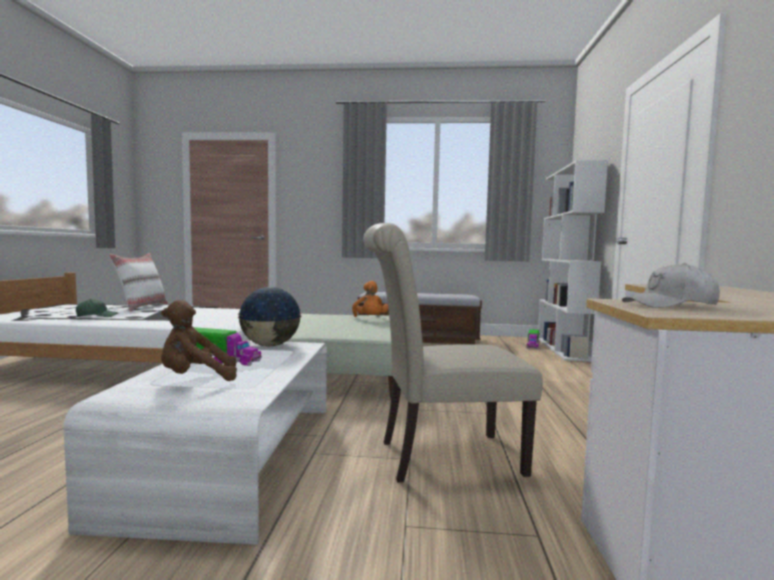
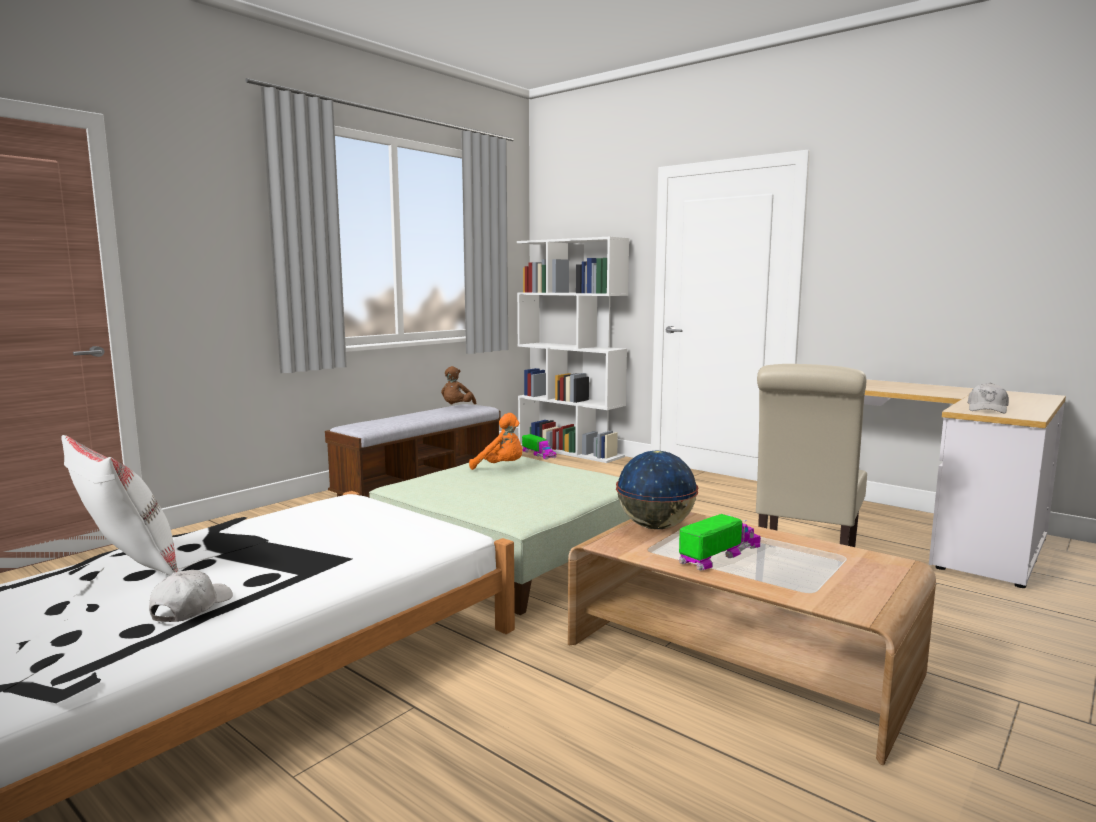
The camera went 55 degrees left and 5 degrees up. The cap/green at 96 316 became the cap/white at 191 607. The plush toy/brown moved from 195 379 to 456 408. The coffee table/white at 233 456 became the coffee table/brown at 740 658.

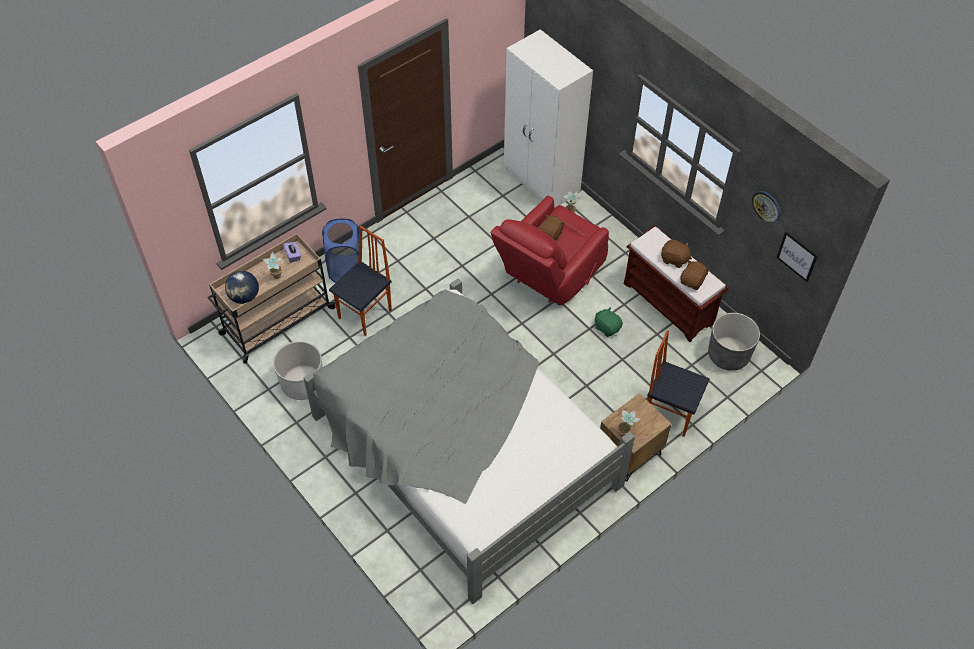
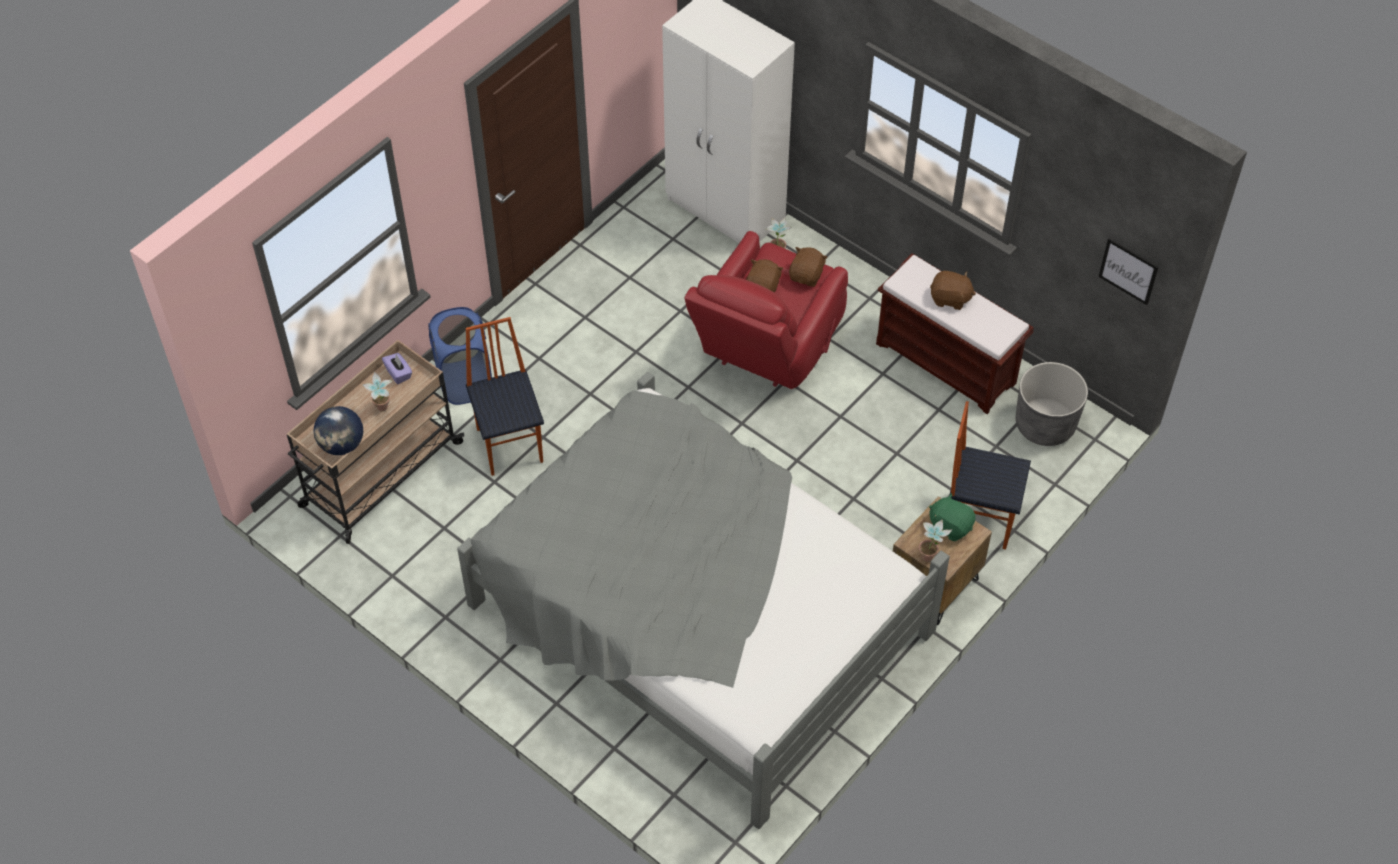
The camera went 10 degrees left and 0 degrees up. The wall clock at 766 206 disappeared. The chair at 366 314 turned 45 degrees counterclockwise. The plush toy/brown moved from 692 281 to 807 275. The plush toy/green moved from 607 327 to 950 526. The planter/white at 303 384 disappeared.

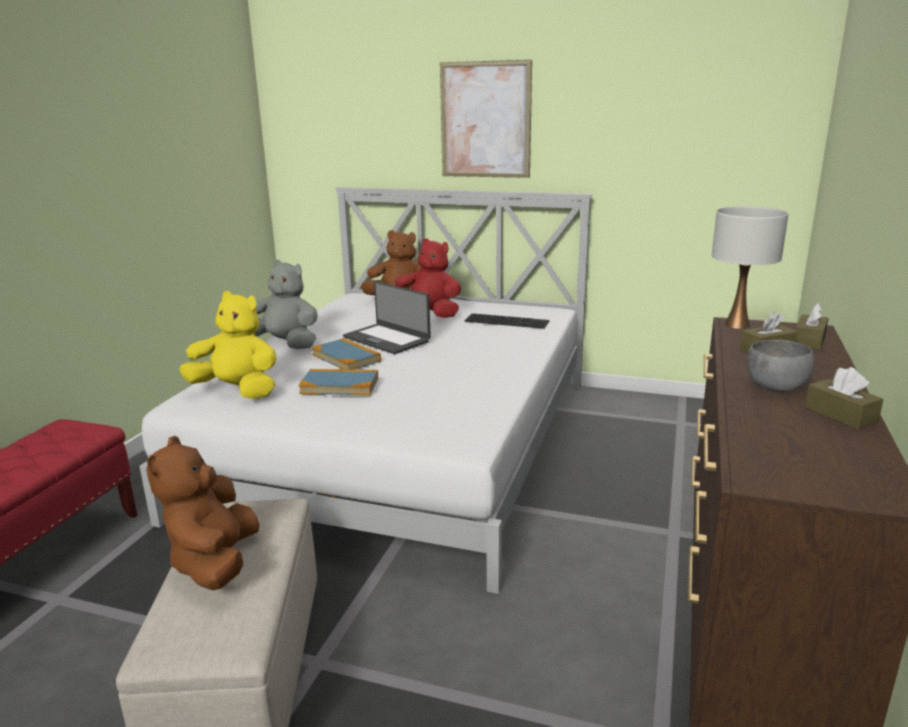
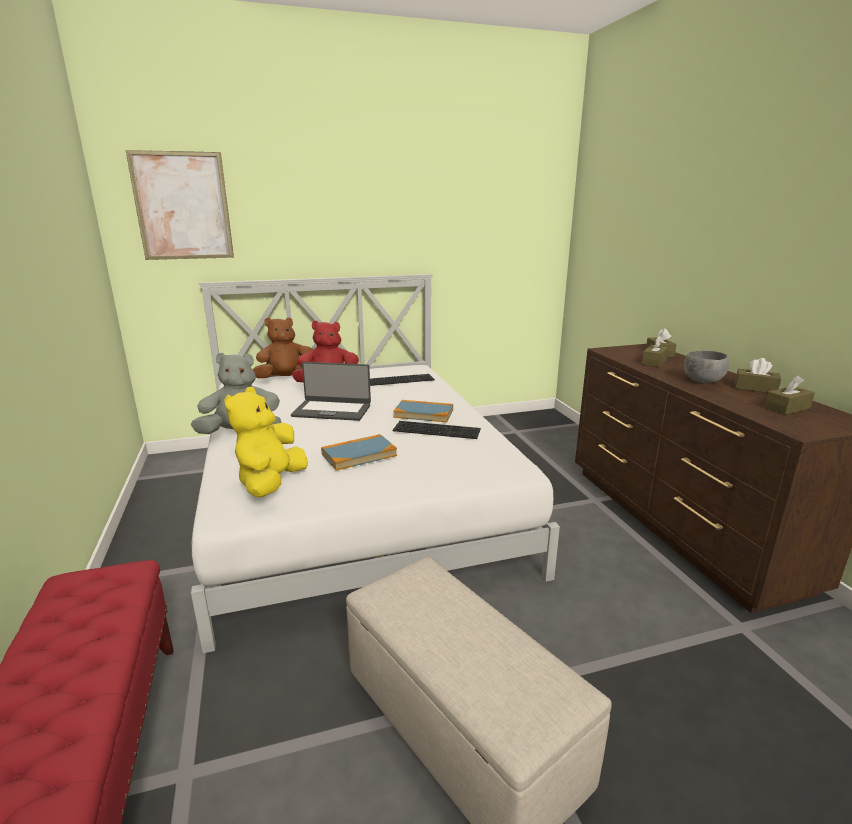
The camera went 35 degrees left and 0 degrees up. The picture moved from 485 120 to 182 206. The table lamp/white at 736 324 disappeared. The plush toy/yellow at 237 391 turned 60 degrees counterclockwise. The book moved from 346 358 to 423 413. The plush toy/brown at 215 563 disappeared. The tissue box/brown at 787 408 appeared. The keyboard at 438 429 appeared.

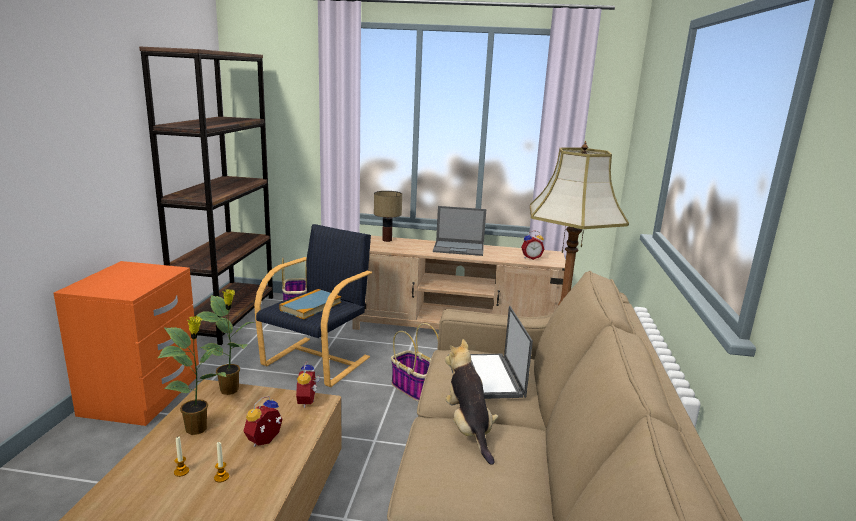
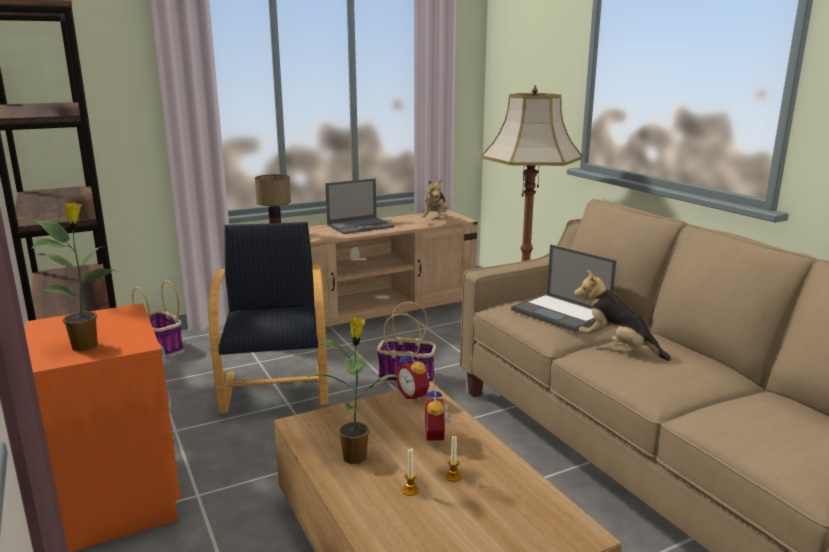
The camera went 35 degrees left and 0 degrees up. The alarm clock at 531 257 was replaced by the plush toy at 435 220. The potted plant moved from 230 390 to 86 345. The book at 311 306 disappeared.

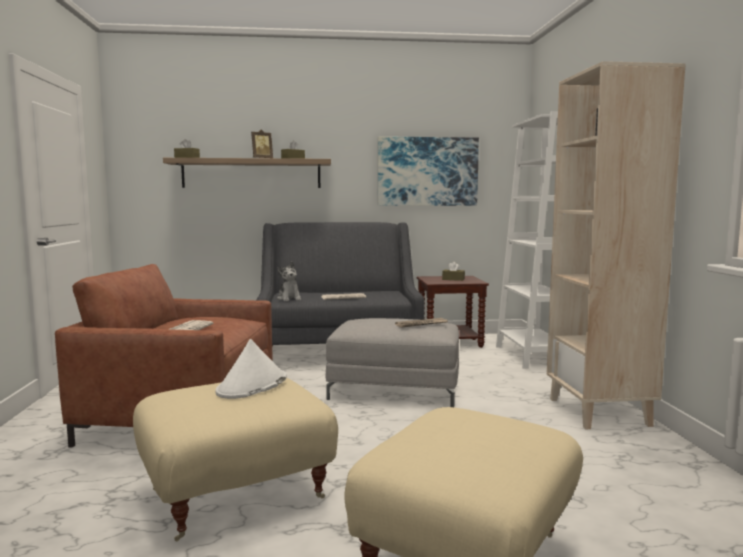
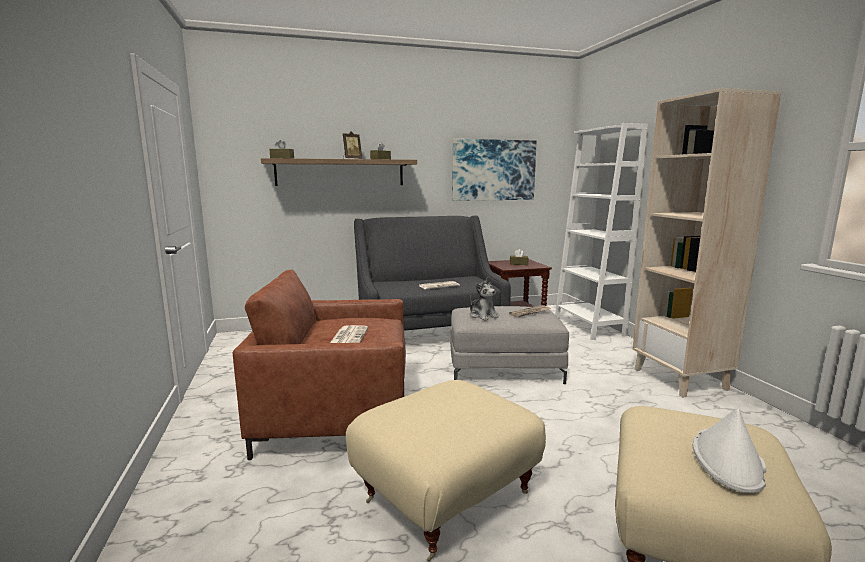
The camera went 10 degrees left and 5 degrees up. The plush toy moved from 289 299 to 482 315. The hat/white moved from 252 385 to 728 460.

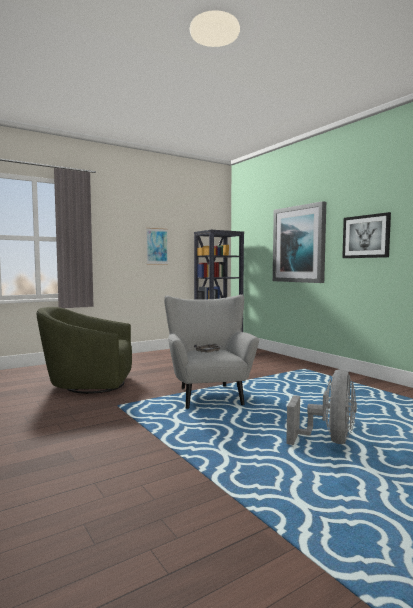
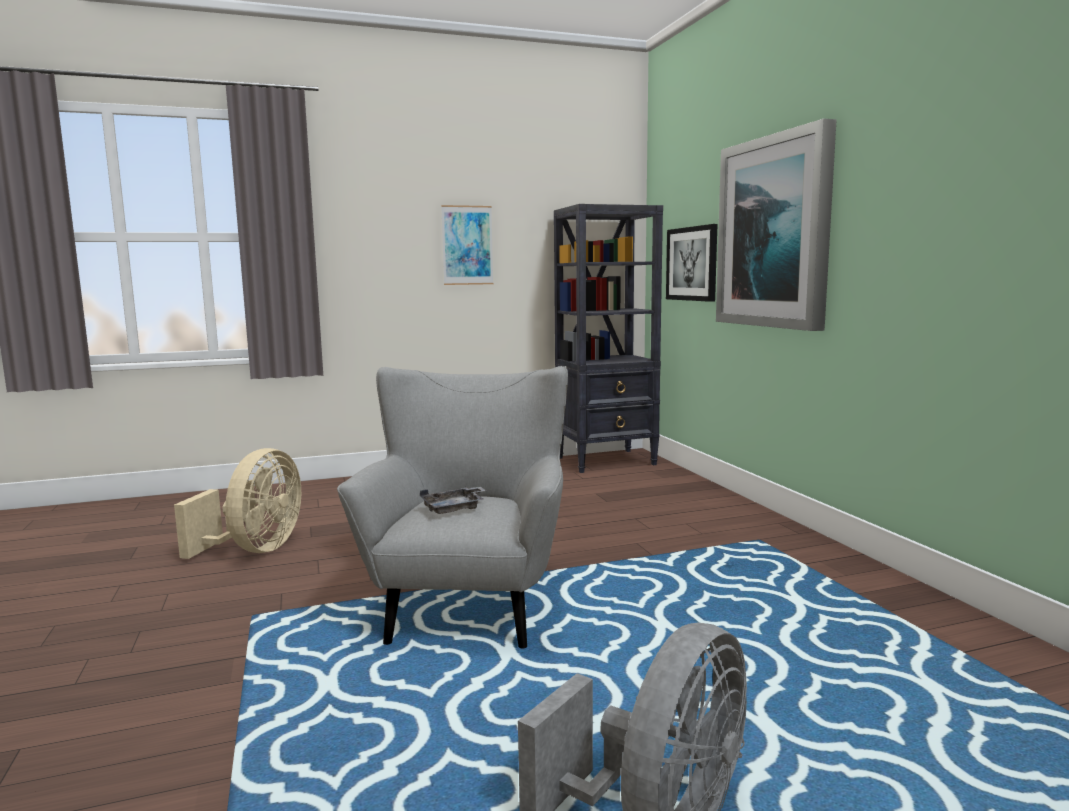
The camera went 15 degrees right and 5 degrees up. The picture moved from 366 236 to 692 264. The armchair/green at 88 385 was replaced by the fan/beige at 255 550.

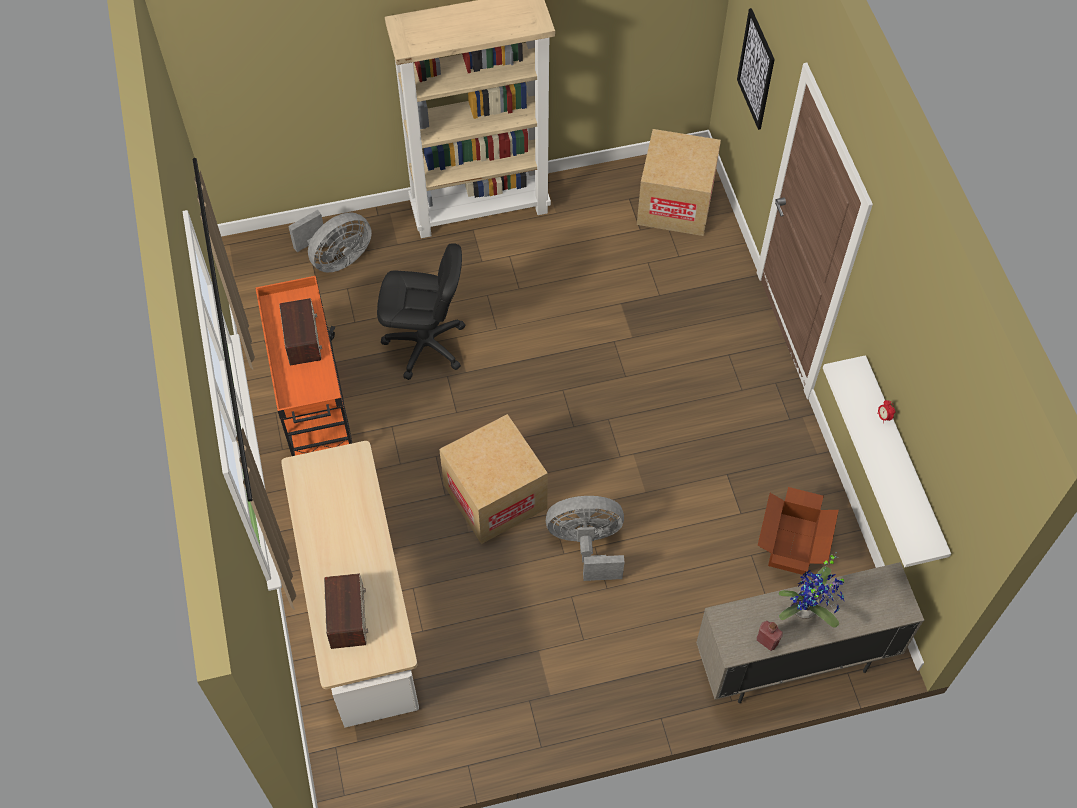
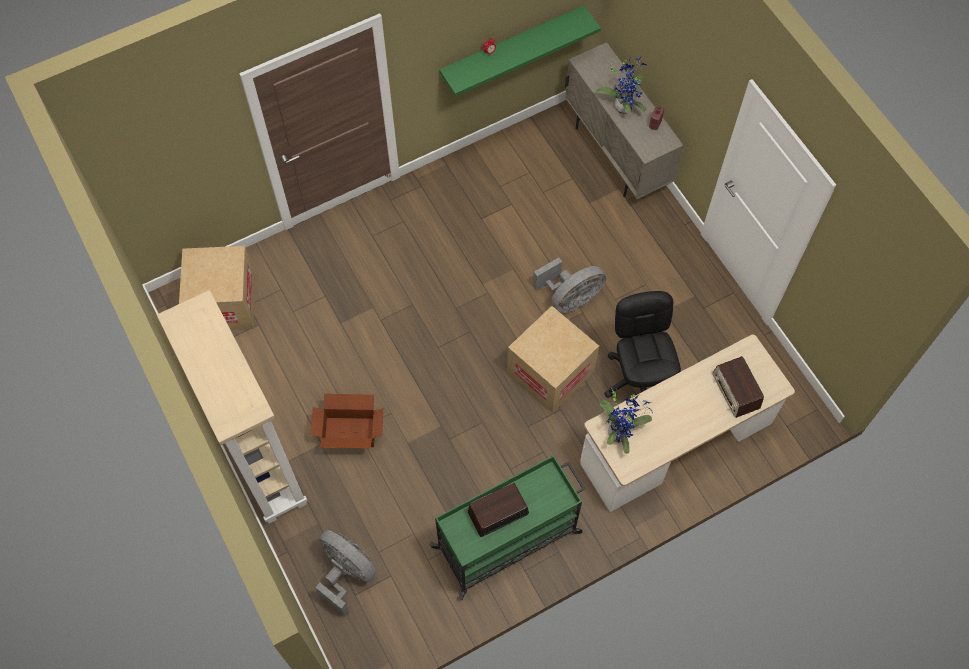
The camera went 105 degrees left and 5 degrees up. The picture at 756 69 disappeared. The office chair/black moved from 425 345 to 638 378. The cart/orange at 314 405 became the cart/green at 508 539. The shelf/white at 902 460 became the shelf/green at 512 46. The cardboard box moved from 793 543 to 349 431. The fan/grey at 587 545 turned 105 degrees counterclockwise. The radio at 347 615 turned 90 degrees counterclockwise. The potted plant at 620 432 appeared.

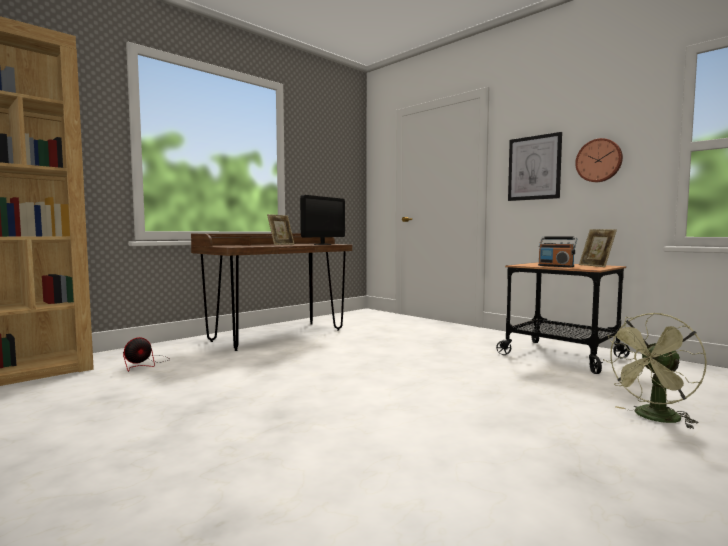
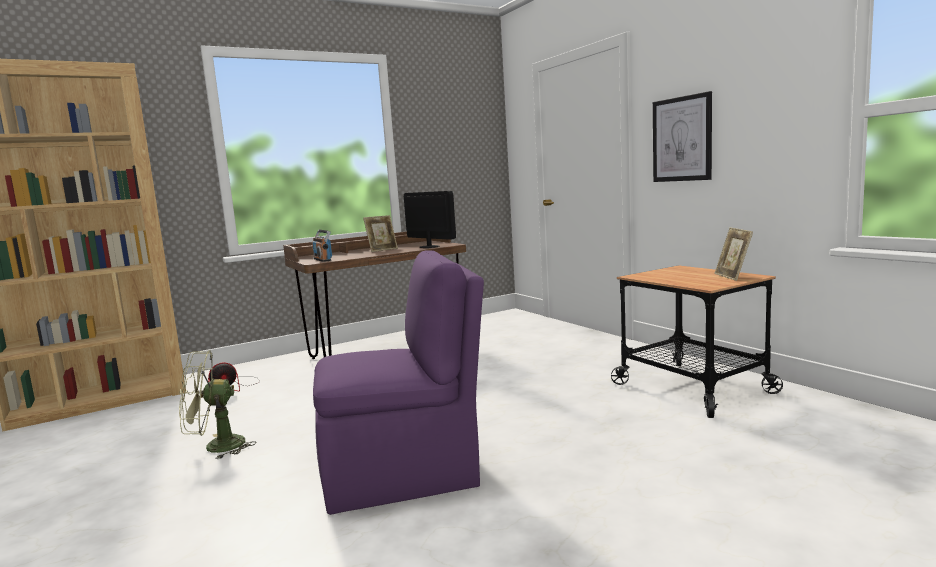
The camera went 15 degrees right and 5 degrees up. The wall clock at 599 160 disappeared. The monitor at 322 244 turned 90 degrees counterclockwise. The radio moved from 556 266 to 322 260. The fan/green moved from 654 418 to 216 447. The chair/purple at 404 473 appeared.

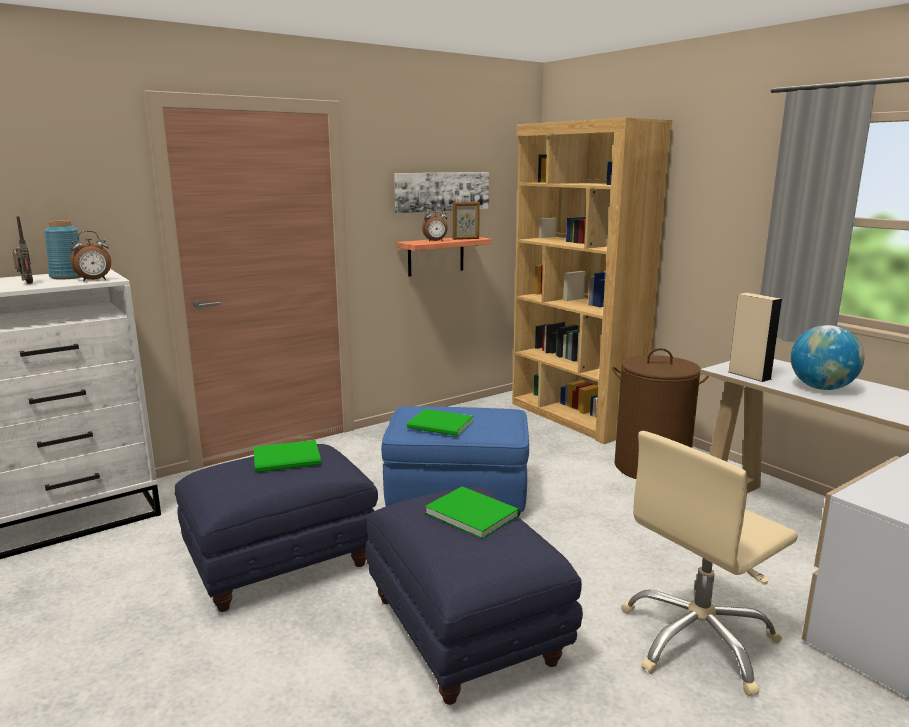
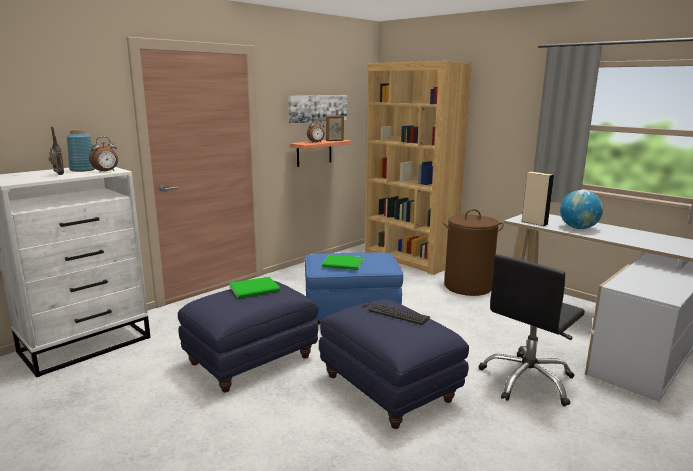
The camera went 10 degrees left and 0 degrees up. The office chair/beige at 698 640 became the office chair/black at 527 380. The book/green at 471 512 was replaced by the keyboard at 392 312.

